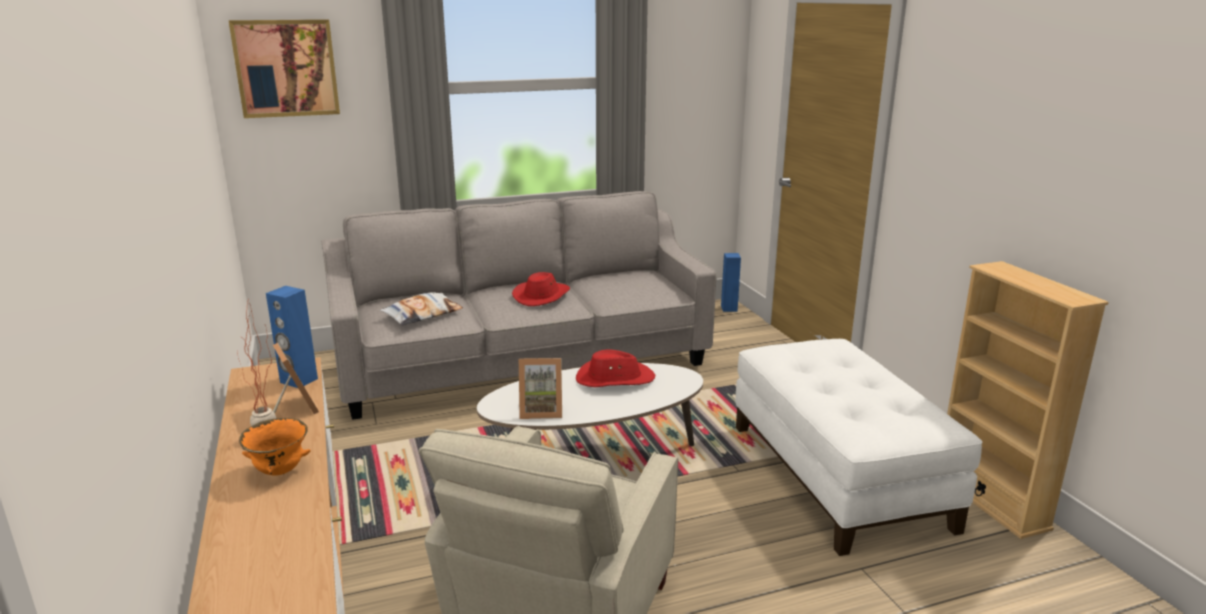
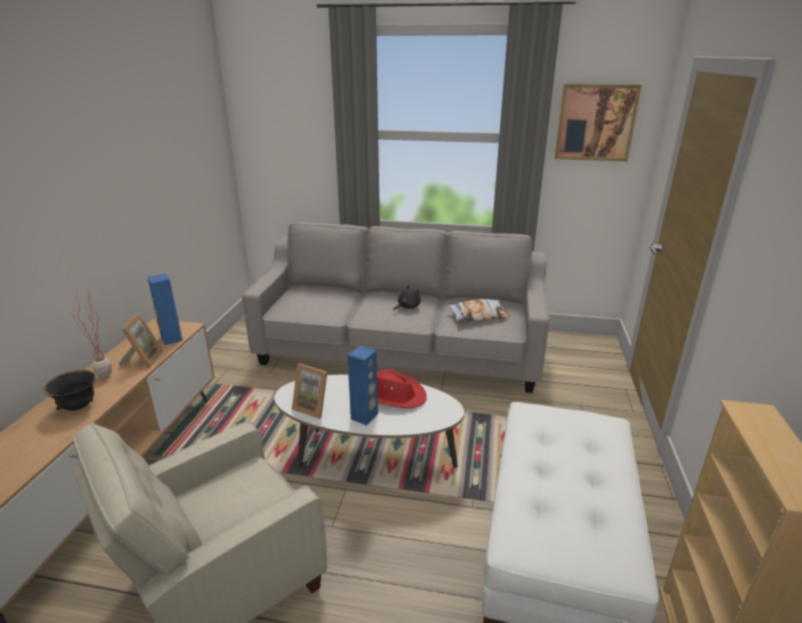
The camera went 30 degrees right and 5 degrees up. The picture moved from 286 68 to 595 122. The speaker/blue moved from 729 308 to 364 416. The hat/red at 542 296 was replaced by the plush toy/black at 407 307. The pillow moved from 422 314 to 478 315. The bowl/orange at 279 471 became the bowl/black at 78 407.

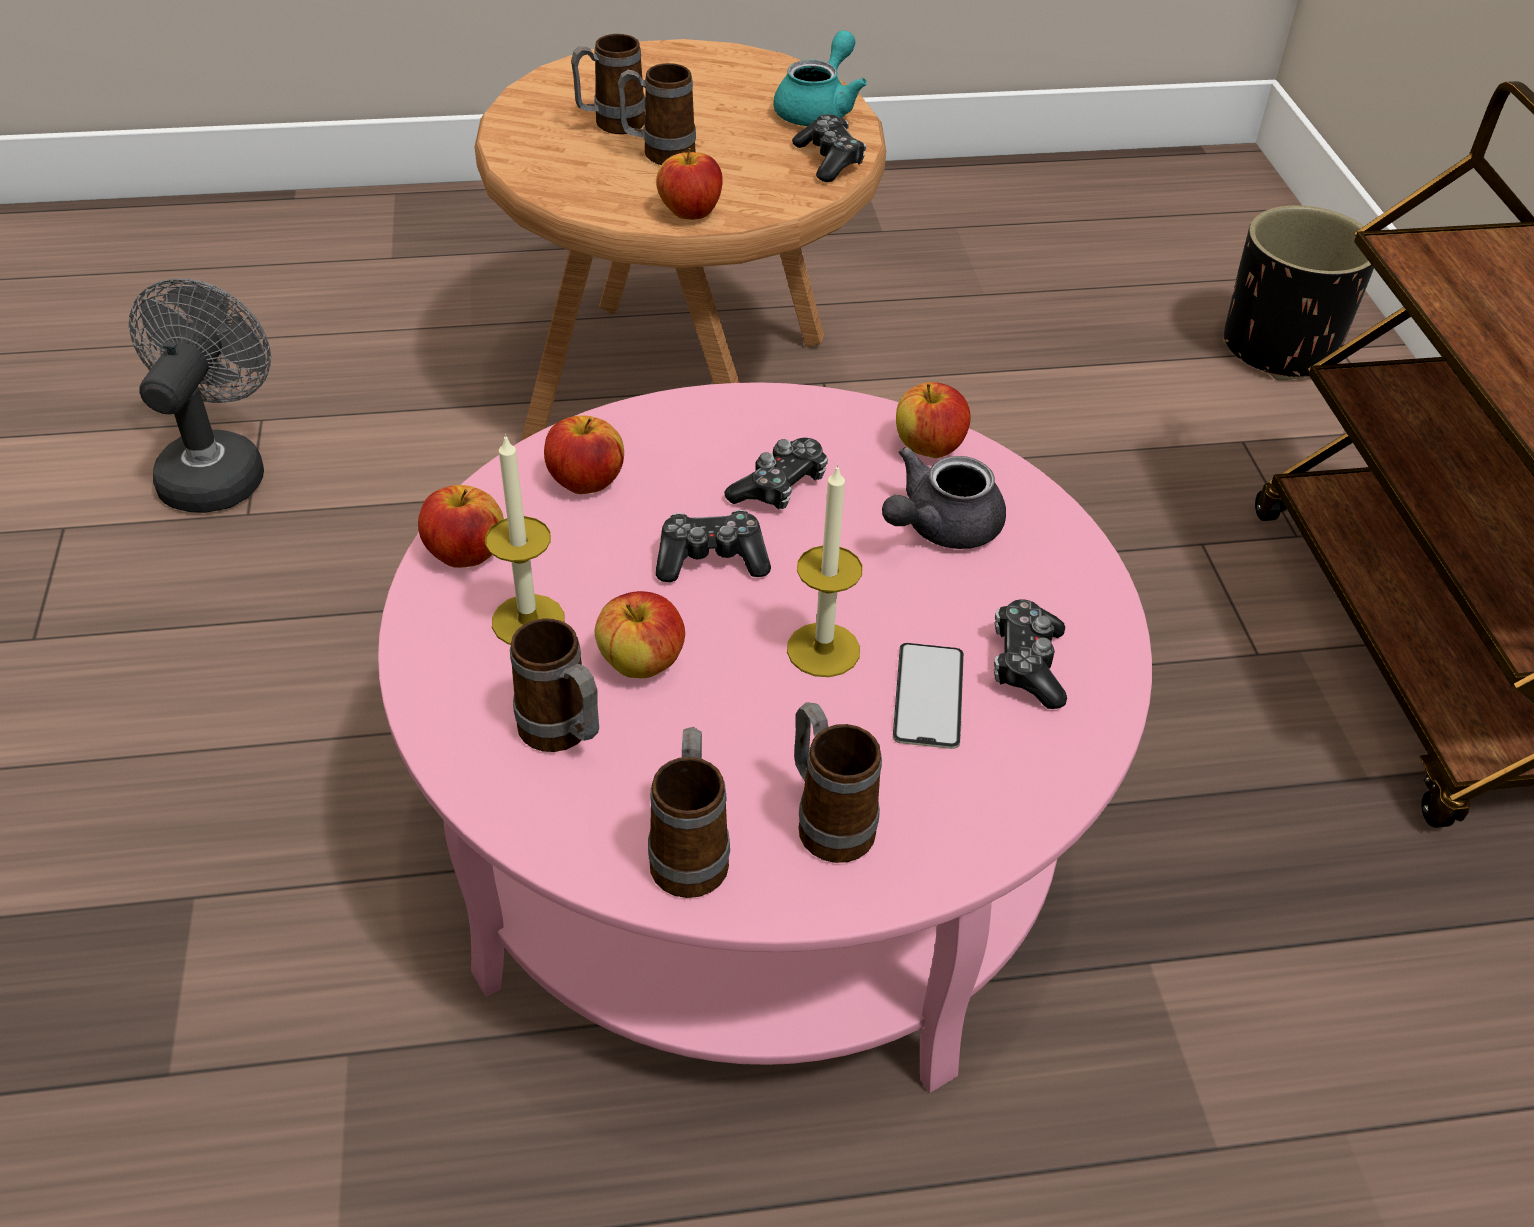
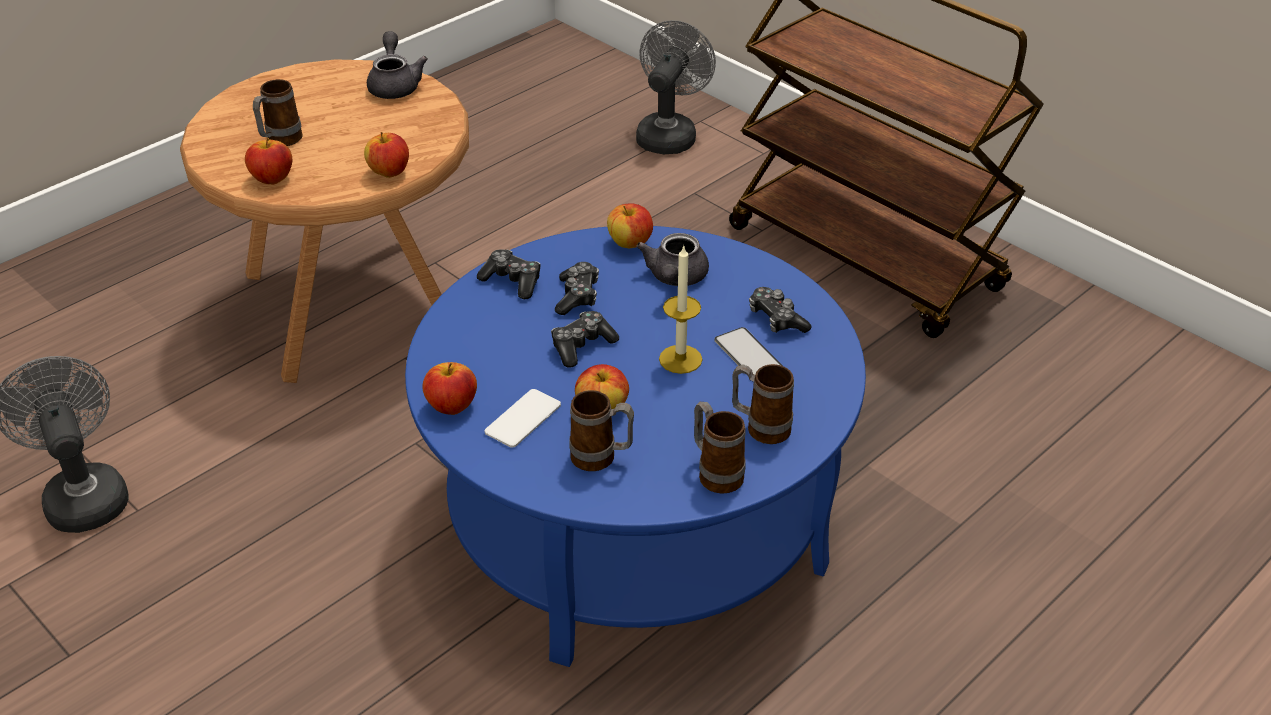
The camera went 35 degrees left and 5 degrees down. The teapot/turquoise at 819 109 became the teapot/grey at 395 85. The mug at 658 154 disappeared. The game controller moved from 829 160 to 512 281. The planter/black at 1278 348 was replaced by the fan/grey at 669 134. The coffee table/pink at 758 841 became the coffee table/blue at 635 515. The apple moved from 586 482 to 272 179. The candle at 528 620 was replaced by the phone at 523 419.

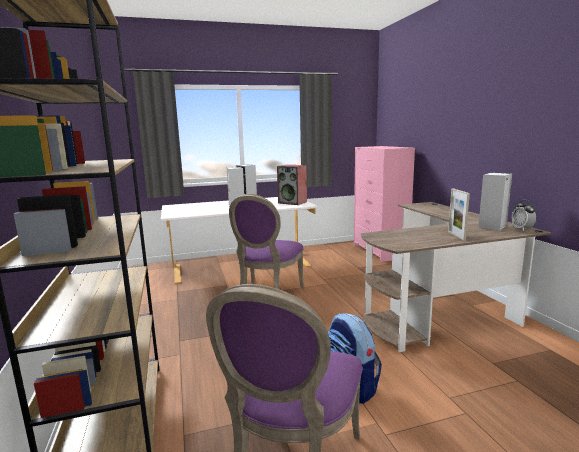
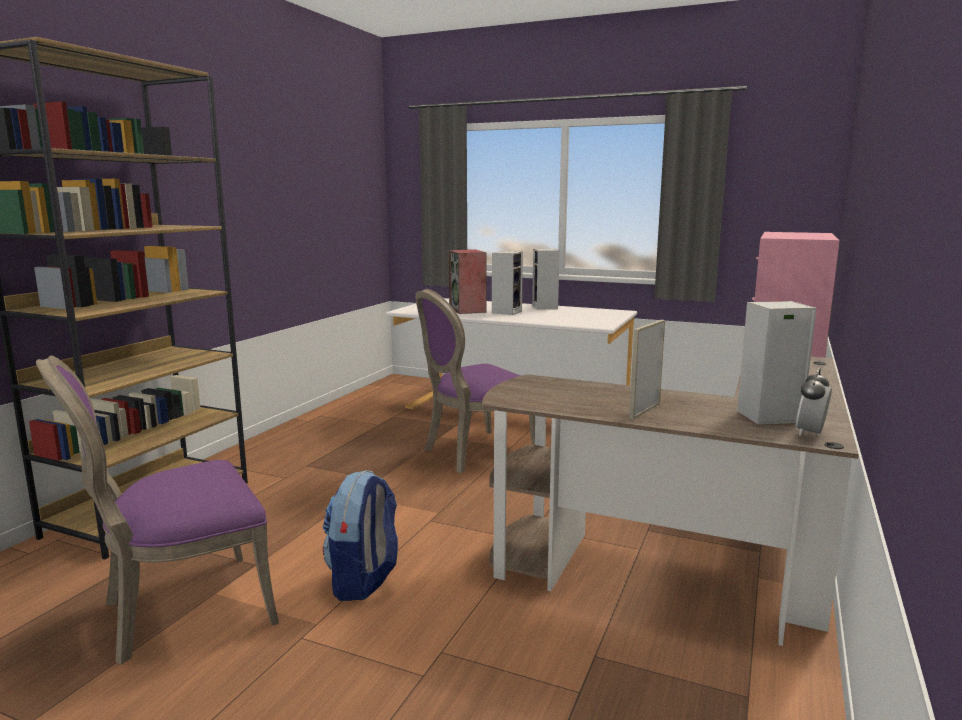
The camera went 40 degrees right and 0 degrees up. The speaker moved from 293 202 to 468 310.

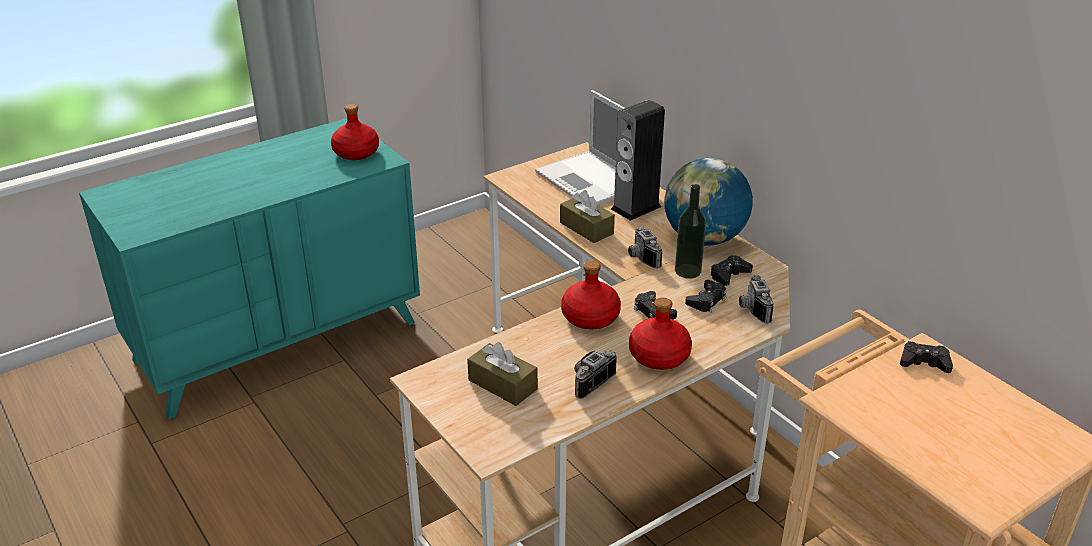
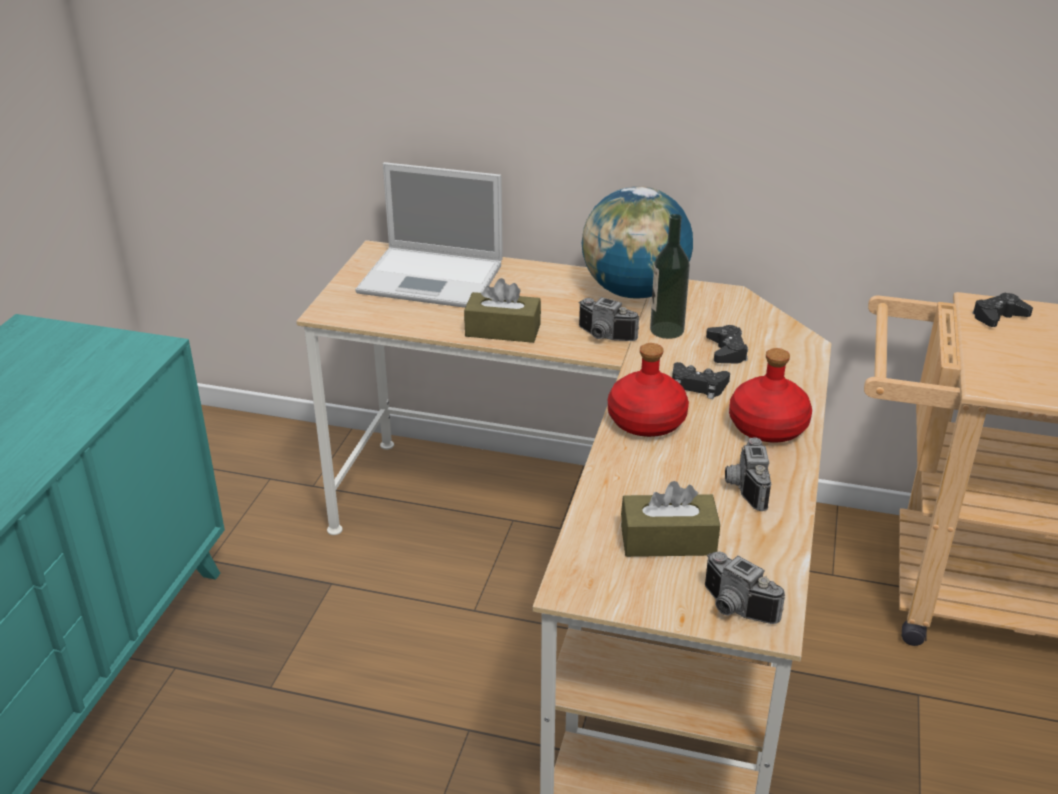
The camera went 40 degrees left and 0 degrees up. The speaker at 636 208 disappeared. The bottle/red at 356 153 disappeared. The game controller/black at 729 275 disappeared. The photo camera moved from 752 309 to 734 609.

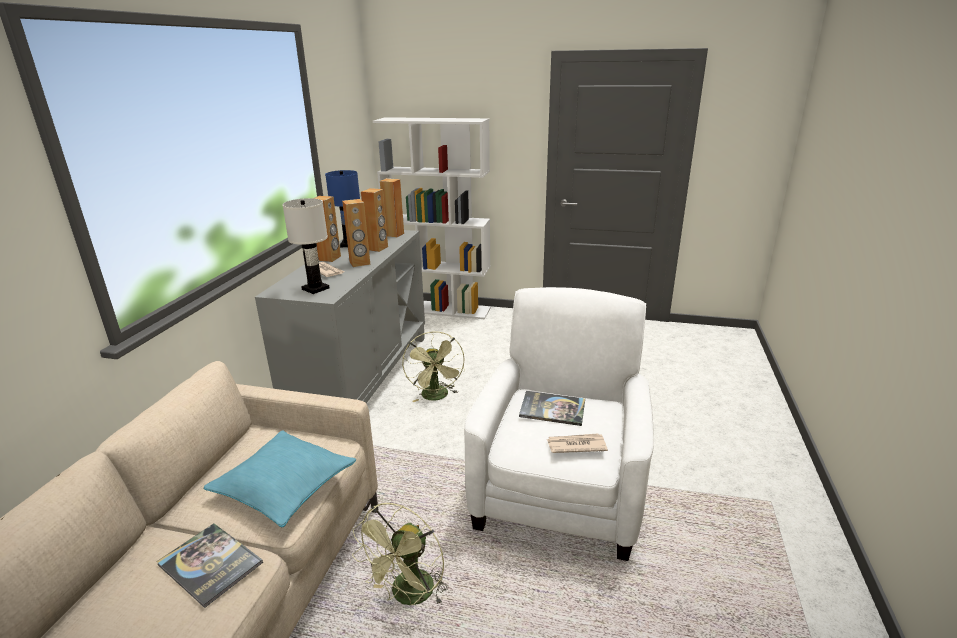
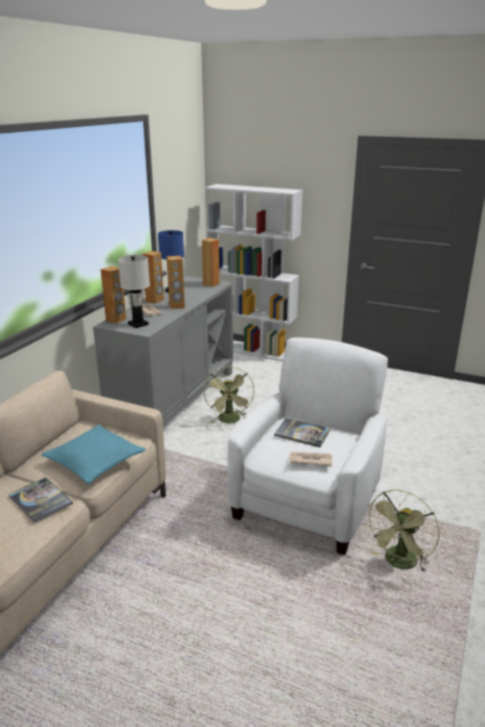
The camera went 10 degrees right and 0 degrees up. The speaker/brown moved from 377 248 to 116 320. The fan/green moved from 409 596 to 399 563.

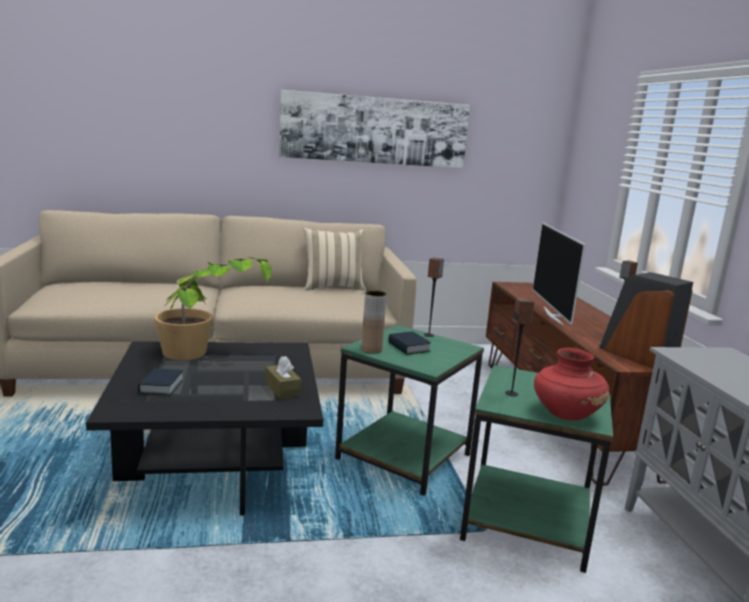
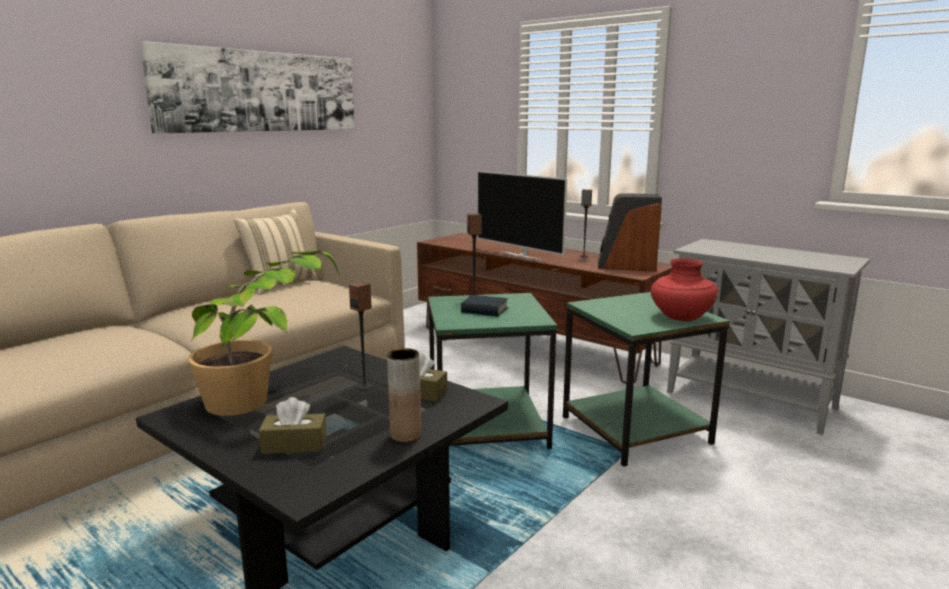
The camera went 40 degrees left and 0 degrees up. The vase/brown moved from 371 350 to 405 435. The speaker moved from 512 393 to 365 387. The book at 161 386 was replaced by the tissue box/brown at 294 445.

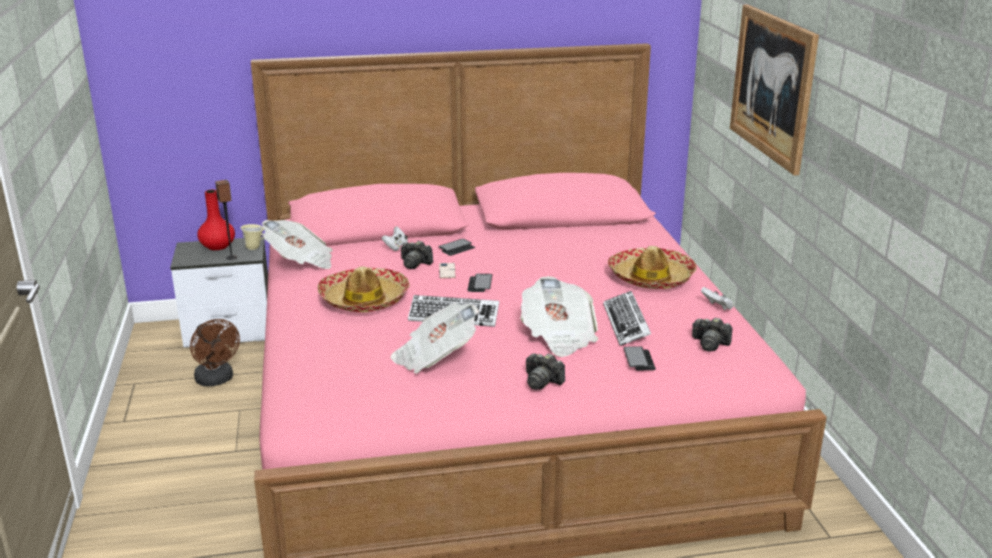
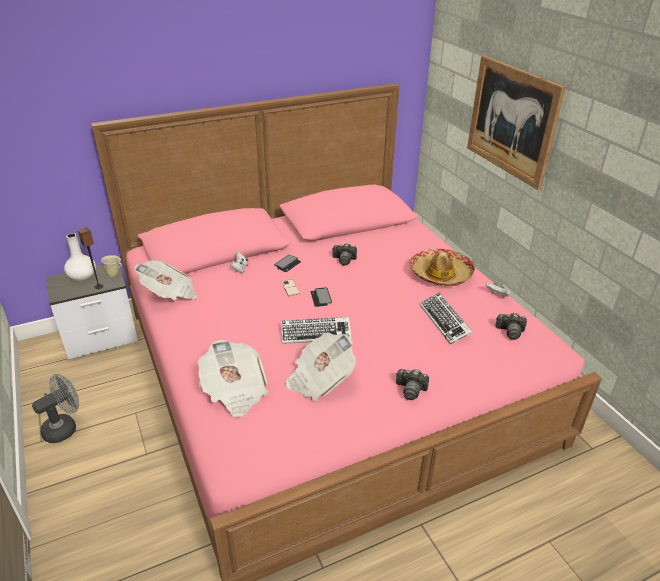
The camera went 15 degrees left and 10 degrees up. The vase/red at 217 246 became the vase/white at 82 276. The photo camera moved from 415 263 to 344 260. The hat at 364 300 disappeared. The newspaper moved from 558 336 to 234 391. The fan/brown at 217 380 disappeared. The phone at 639 360 disappeared. The fan/grey at 65 427 appeared.

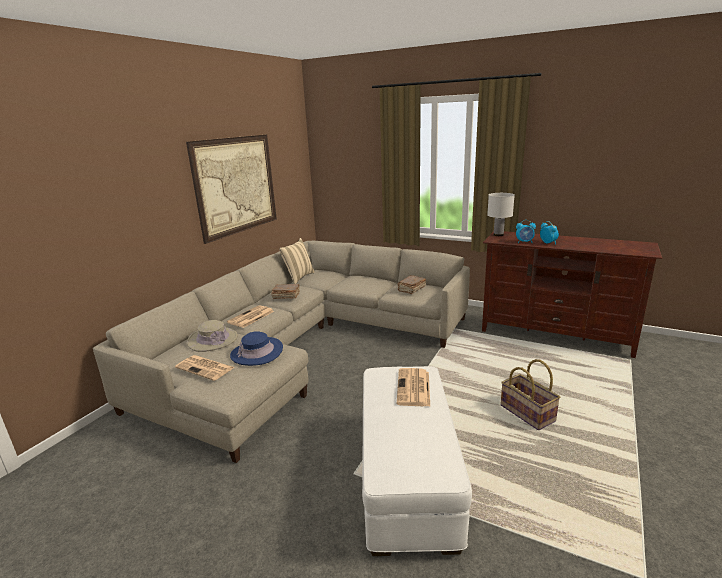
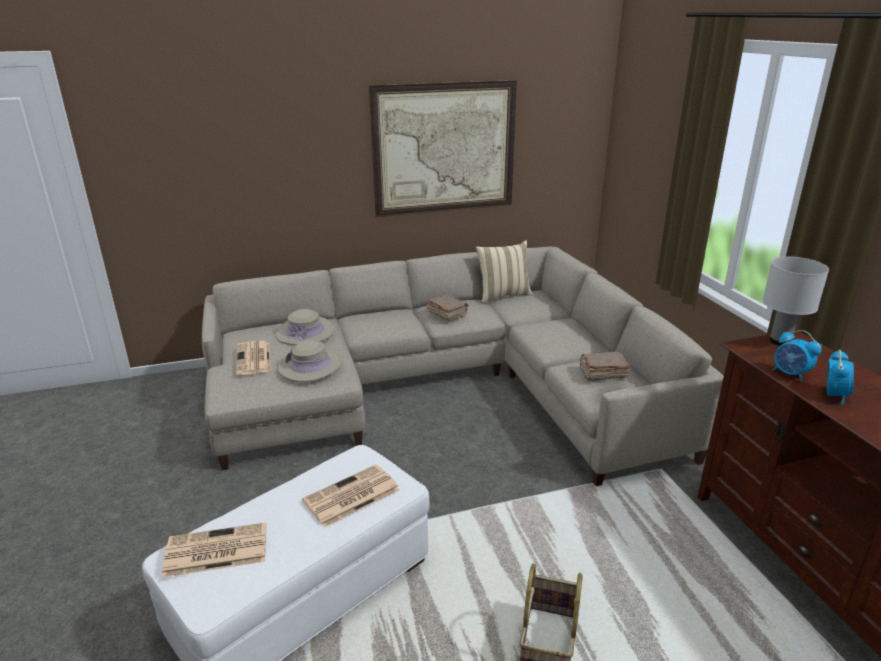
The camera went 45 degrees right and 5 degrees up. The newspaper moved from 251 317 to 215 551. The hat/blue at 257 352 became the hat/beige at 310 366.

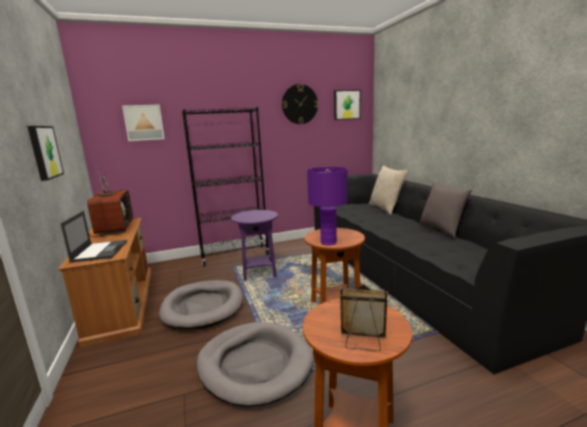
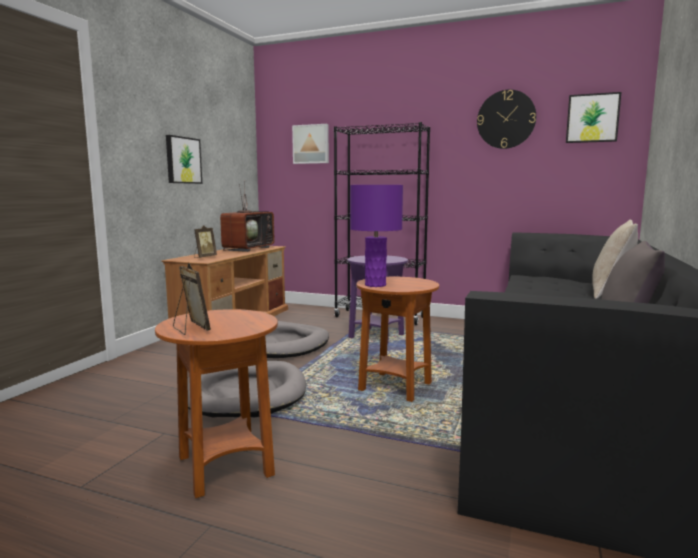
The camera went 40 degrees right and 5 degrees down. The laptop at 100 251 was replaced by the picture frame at 204 257.

